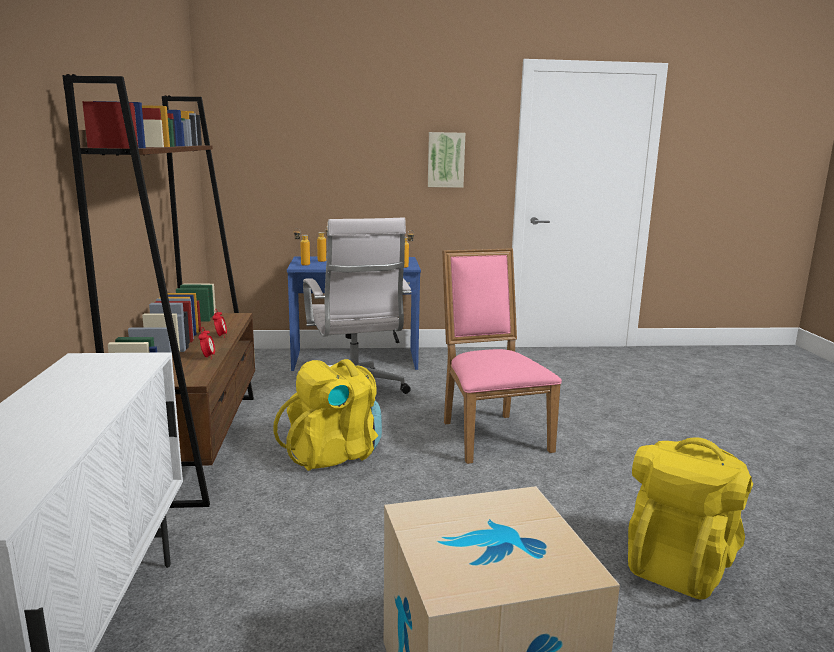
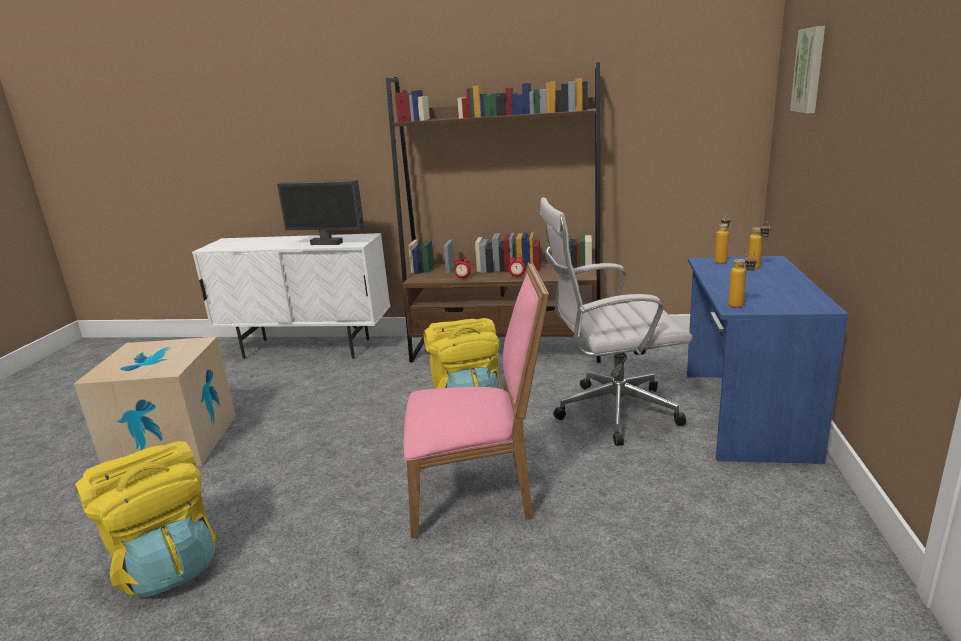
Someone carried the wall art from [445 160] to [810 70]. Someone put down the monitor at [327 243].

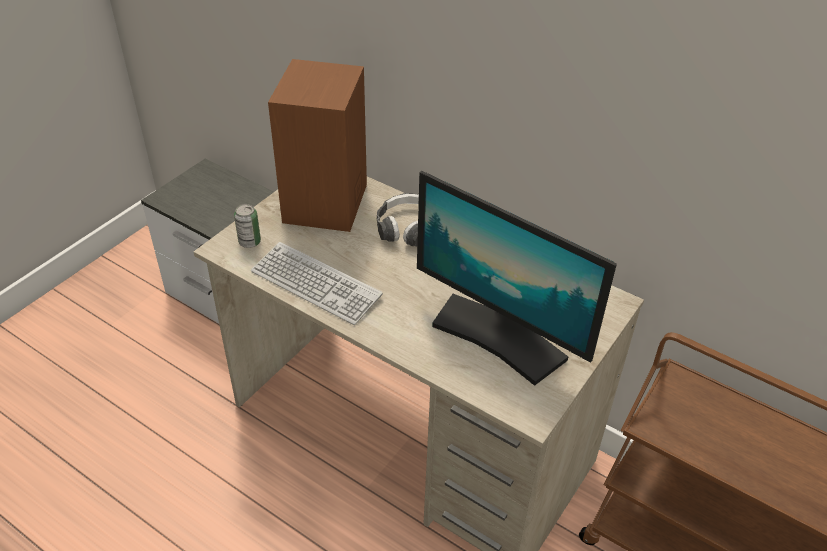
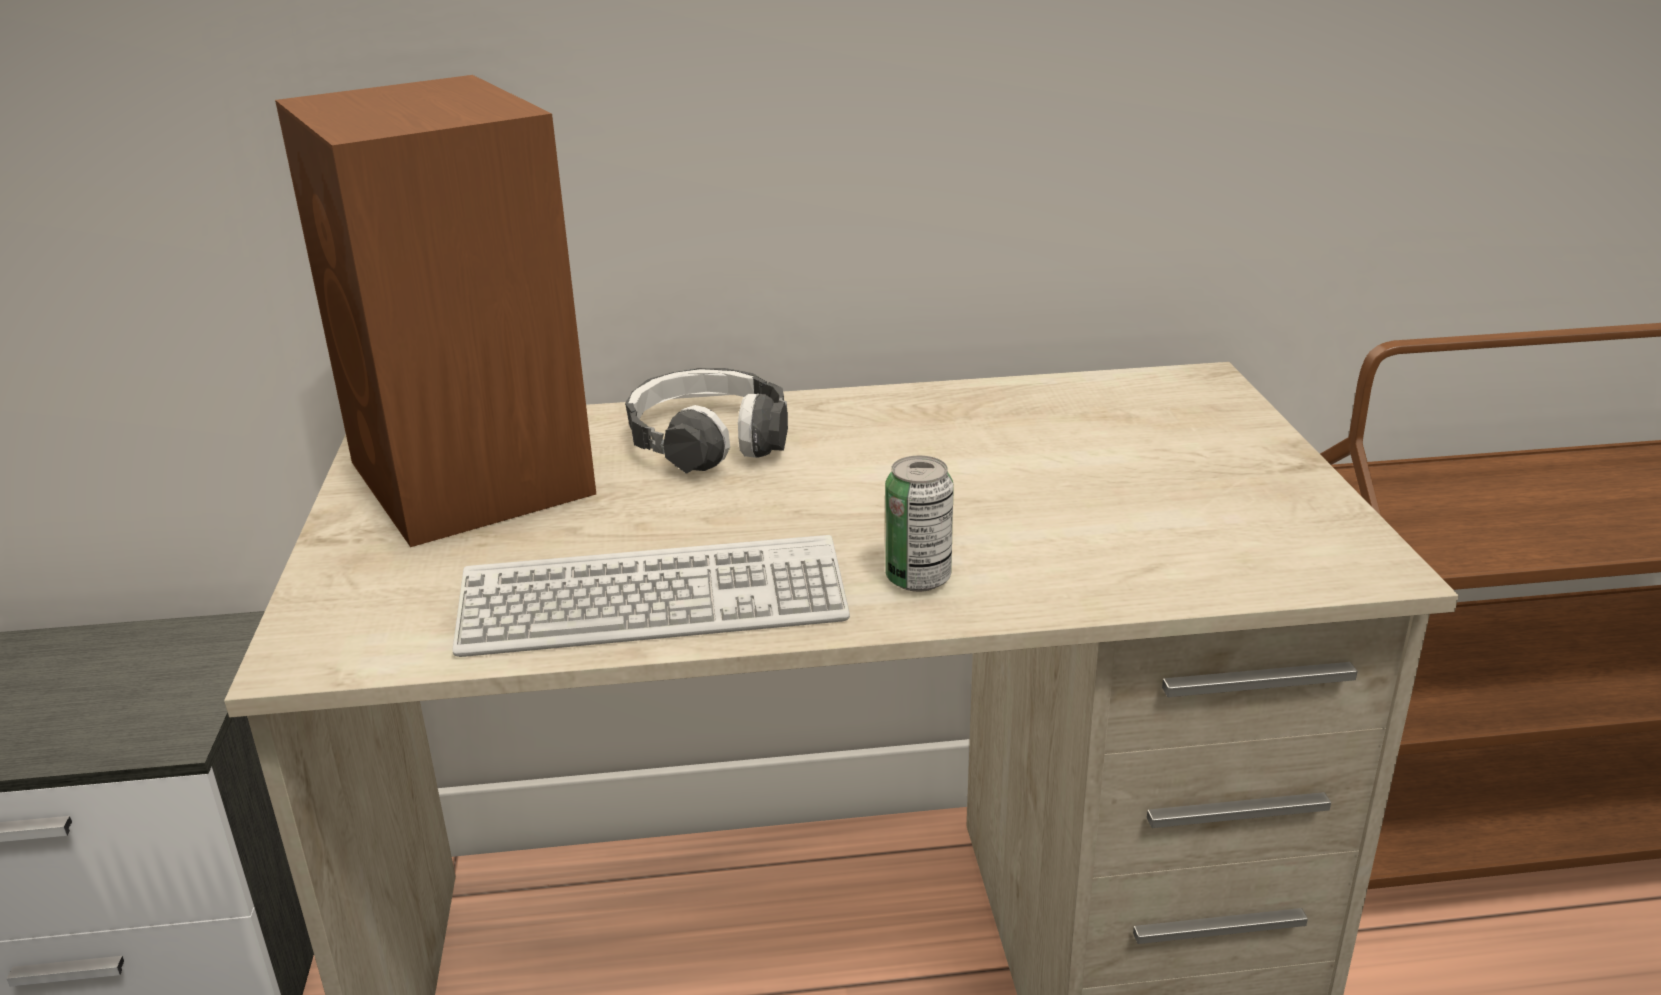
Someone took away the monitor at [499 337]. Someone carried the metal can from [249 242] to [918 578].

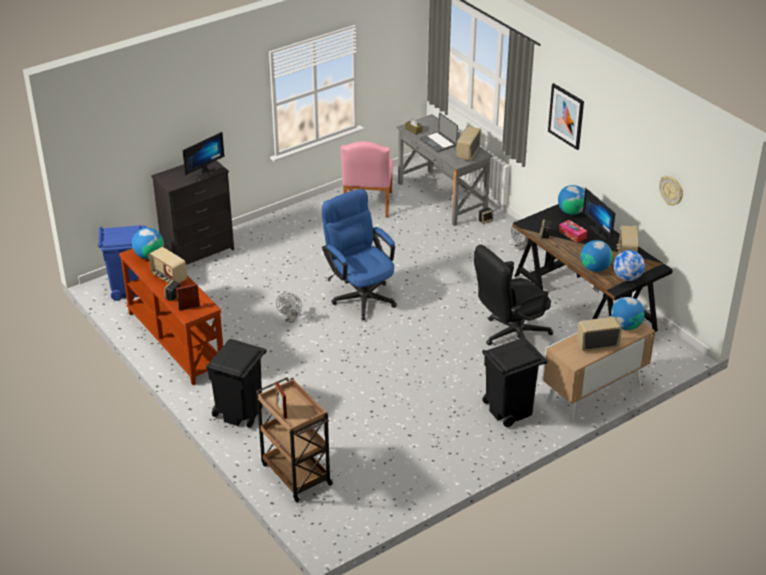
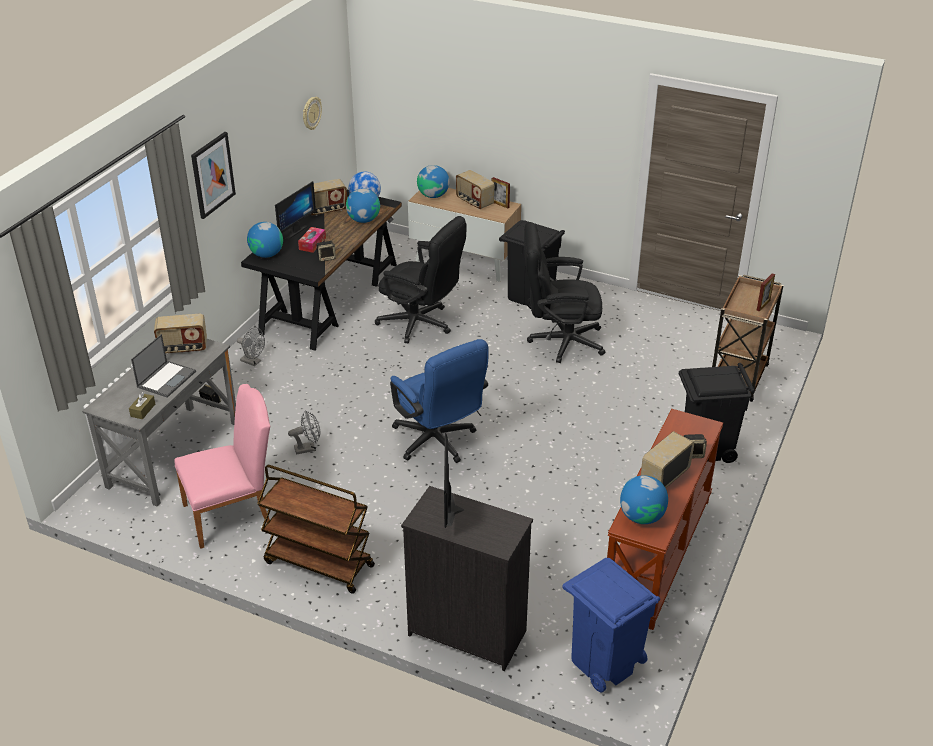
Someone rotated the monitor at [202 172] by 105 degrees counterclockwise. Someone rotated the desk chair/blue-coloured at [360 295] by 60 degrees counterclockwise. Someone rotated the radio receiver at [168 277] by 150 degrees counterclockwise. Someone carried the picture frame from [189 307] to [500 204]. Someone carried the fan/grey from [291 319] to [308 448]. Someone put down the desk chair/blackish at [559 341]. Someone put down the cart/brownish at [318 564].

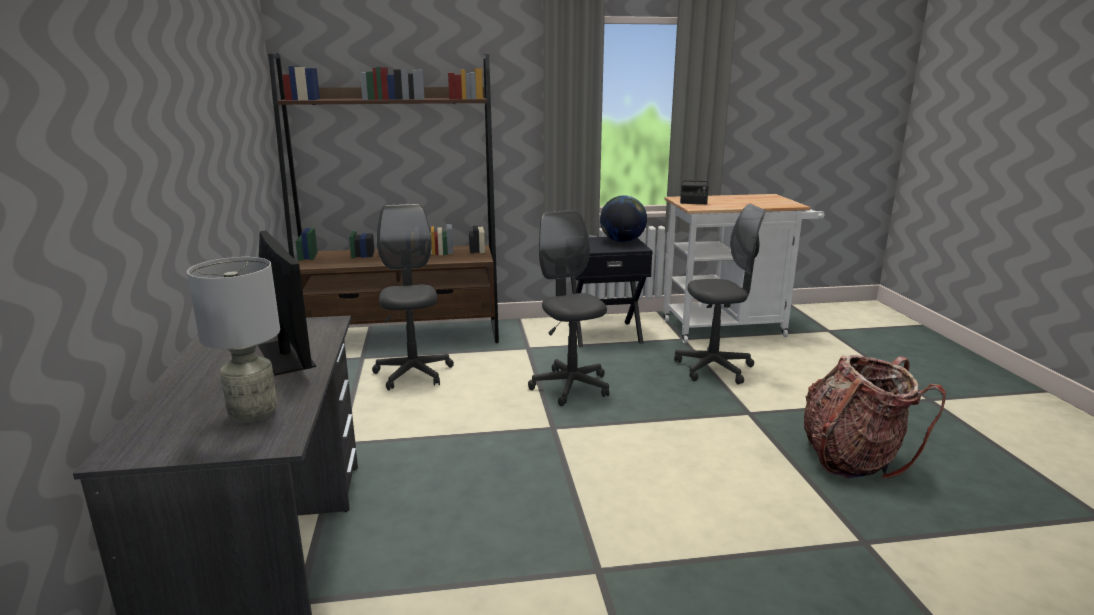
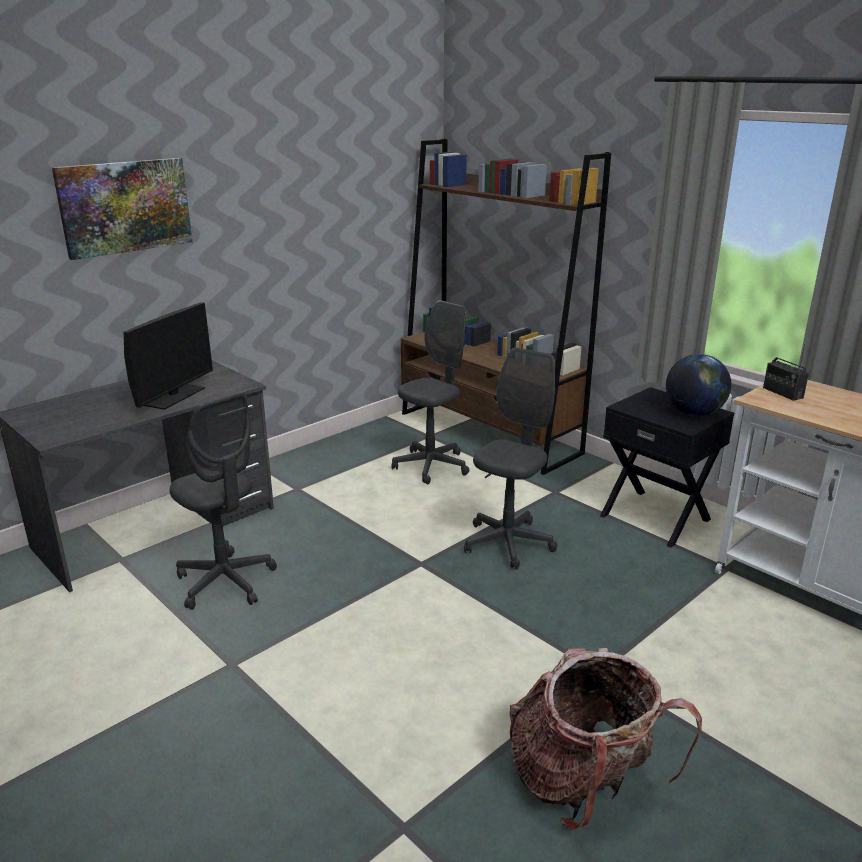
Someone carried the desk chair/grey from [714 368] to [226 582]. Someone took away the tabletop lamp/grey at [254 414]. Someone put up the wall art at [125 206].

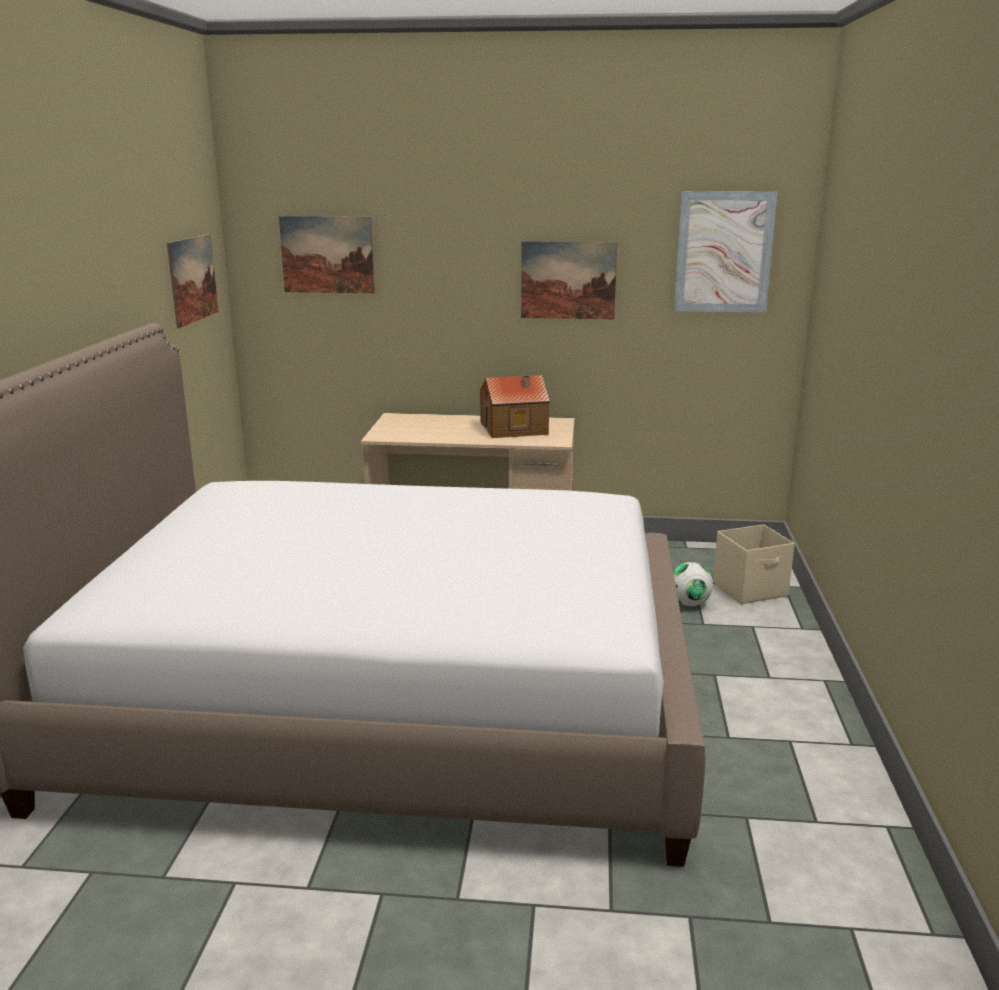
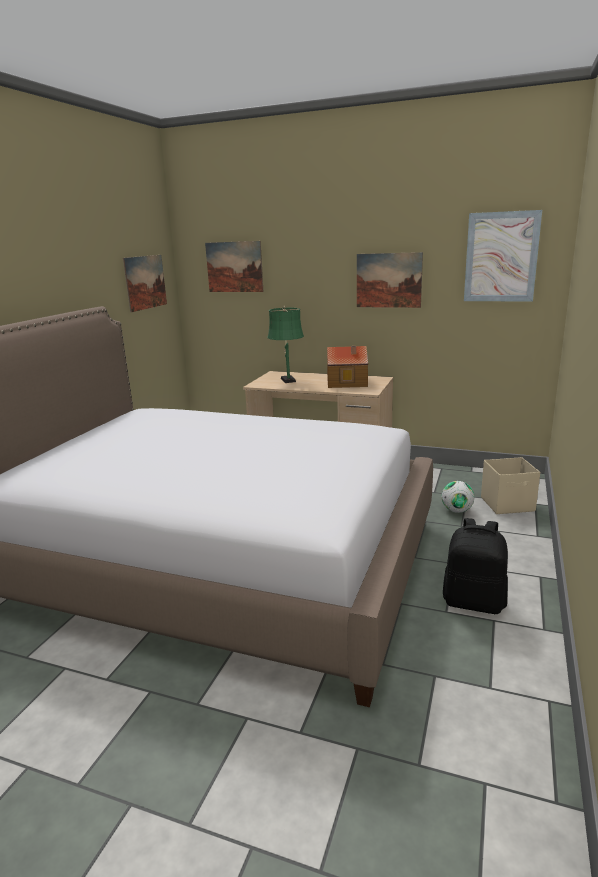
Someone put down the tabletop lamp/green at [287 379]. Someone put down the backpack/blackish at [474 602].

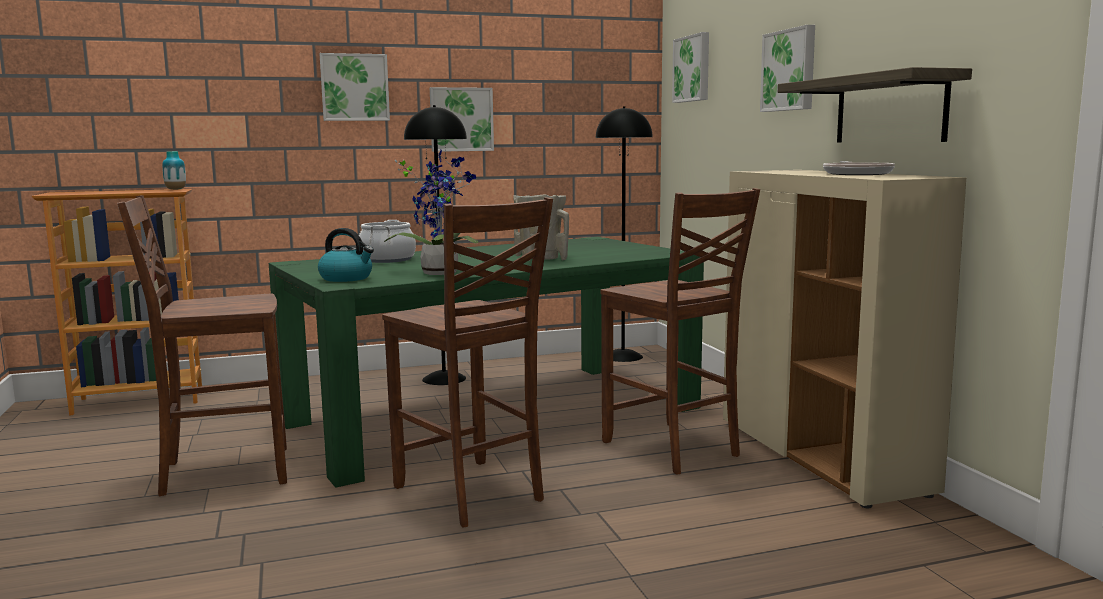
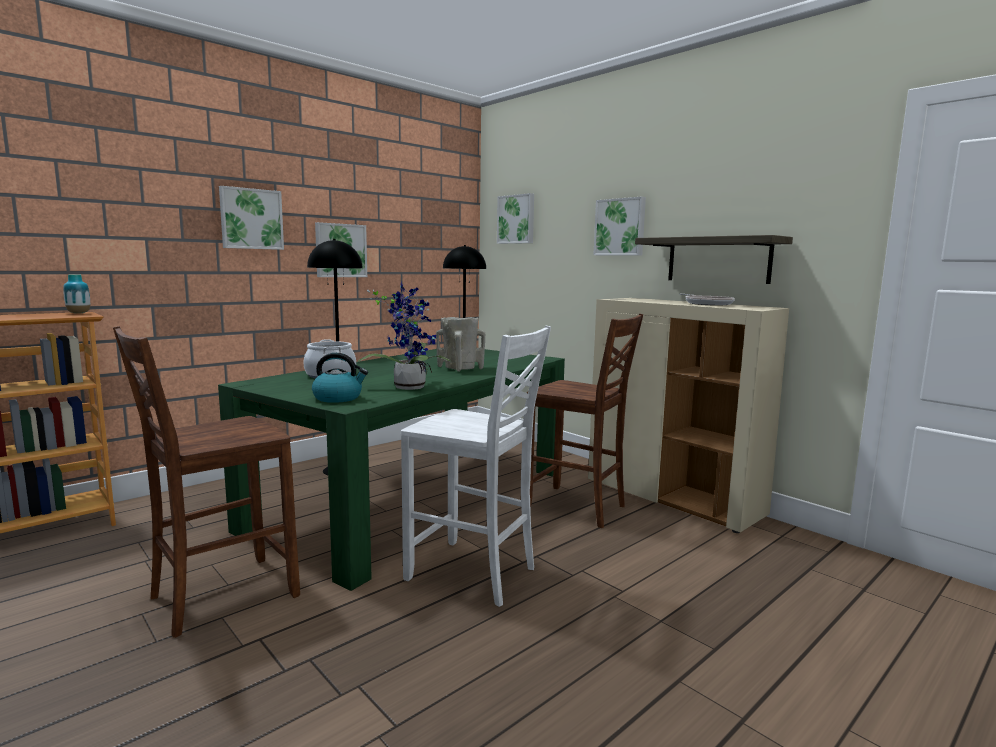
Someone repainted the upright chair/brownish at [470 494], which became the upright chair/whitish at [473 574].

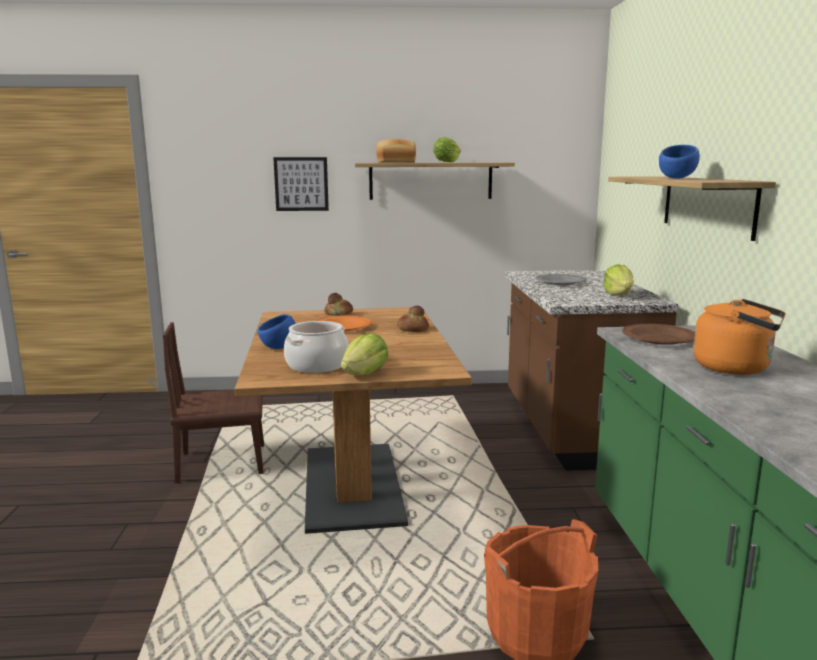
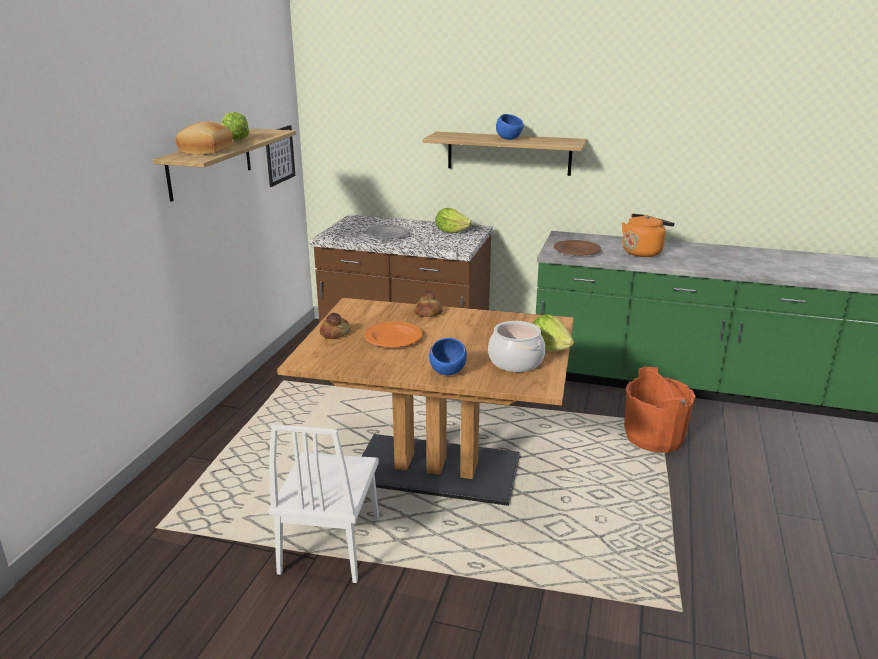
Someone carried the wall art from [301 184] to [279 155]. Someone repainted the upright chair/brownish at [222 463], which became the upright chair/whitish at [330 544].

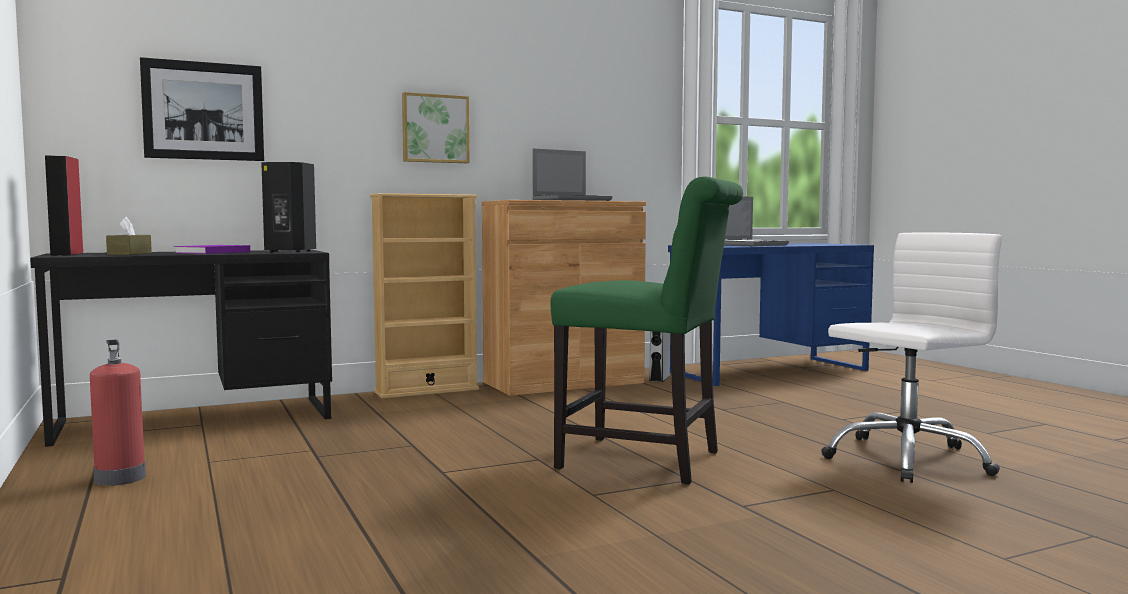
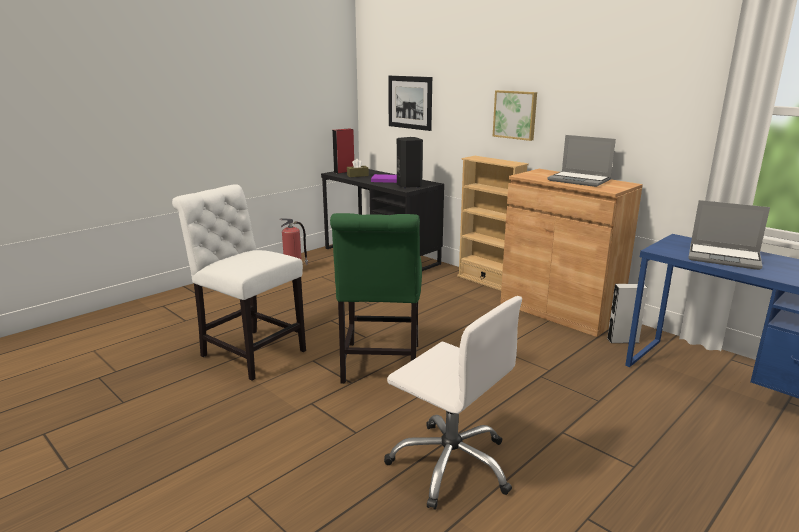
Someone put down the upright chair/whitish at [249 352].

